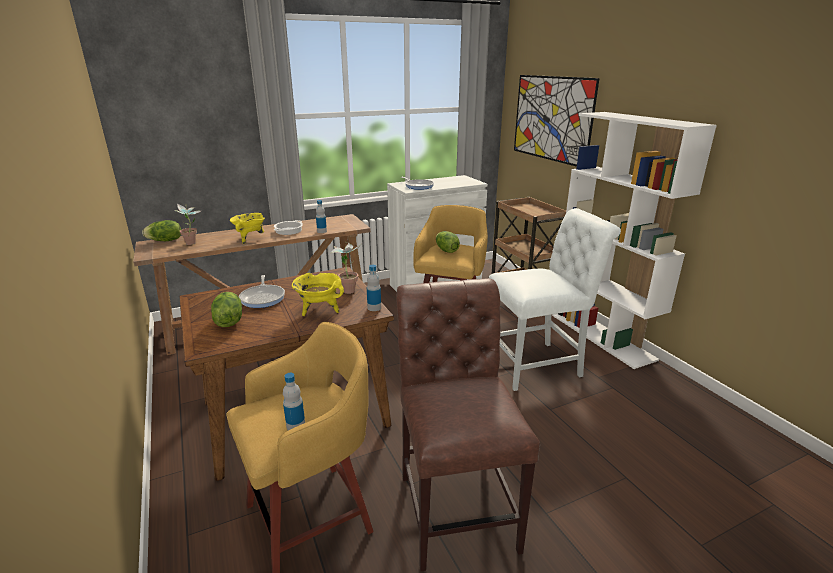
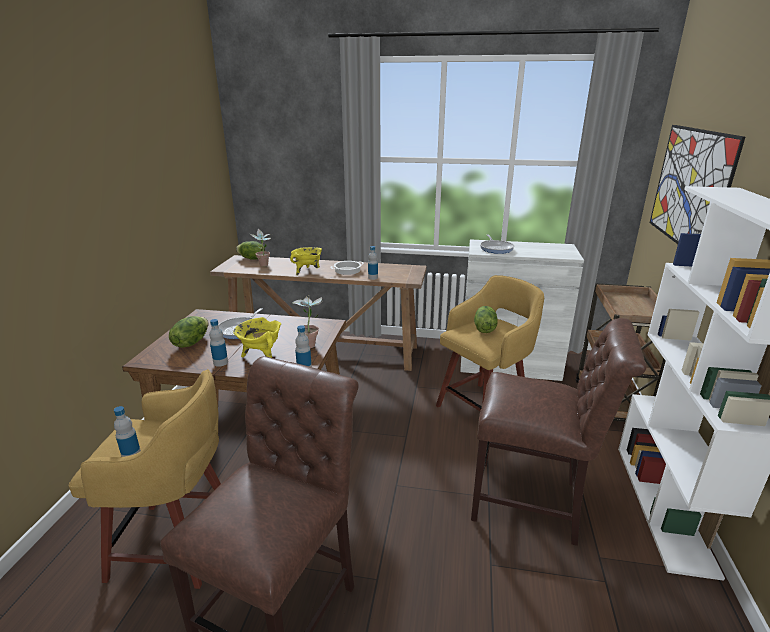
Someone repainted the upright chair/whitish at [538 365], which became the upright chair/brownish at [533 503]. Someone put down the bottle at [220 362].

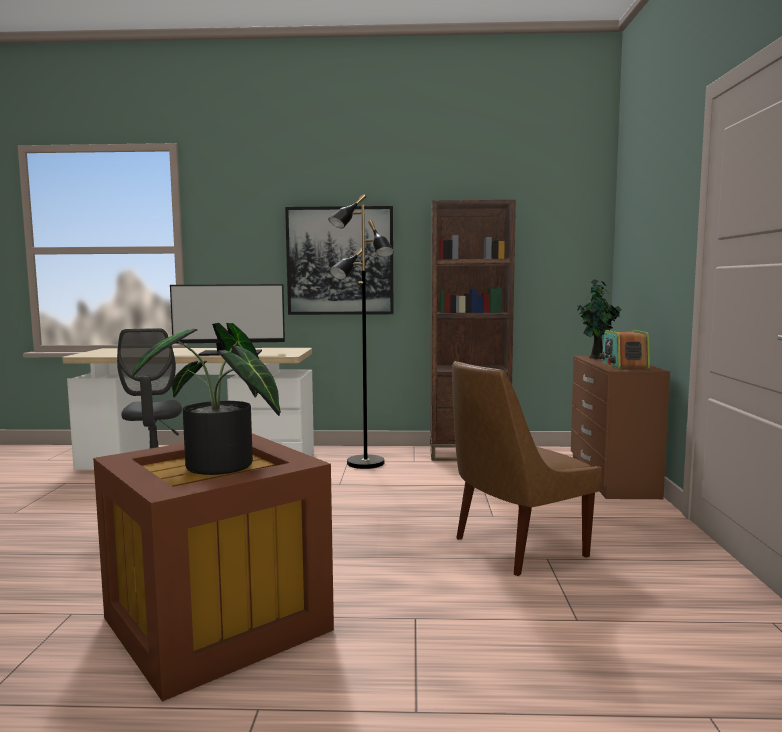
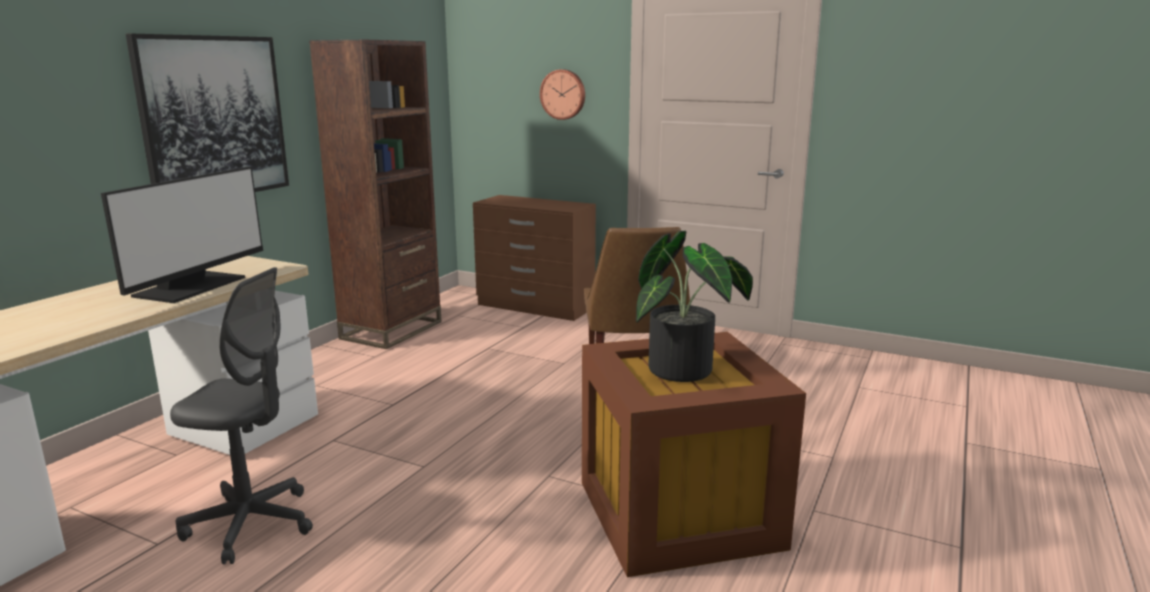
Someone took away the standing lamp/blackish at [365 463]. Someone took away the houseplant at [597 358]. Someone took away the radio receiver at [624 365]. Someone put up the wall clock at [563 94].

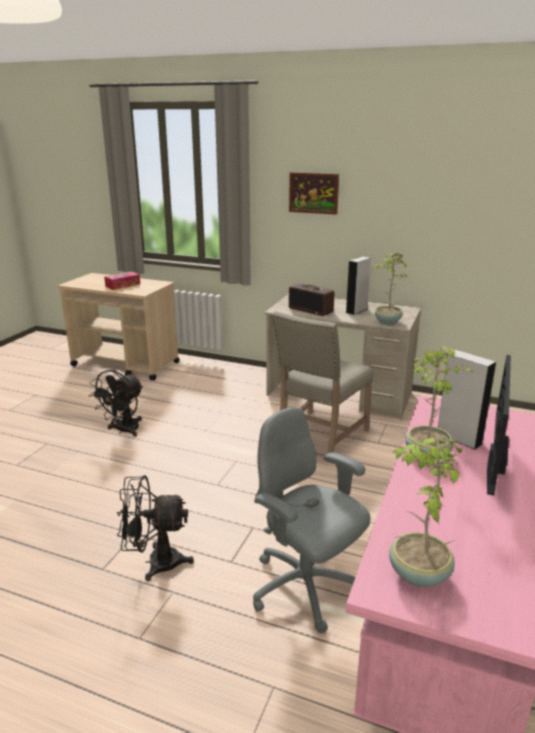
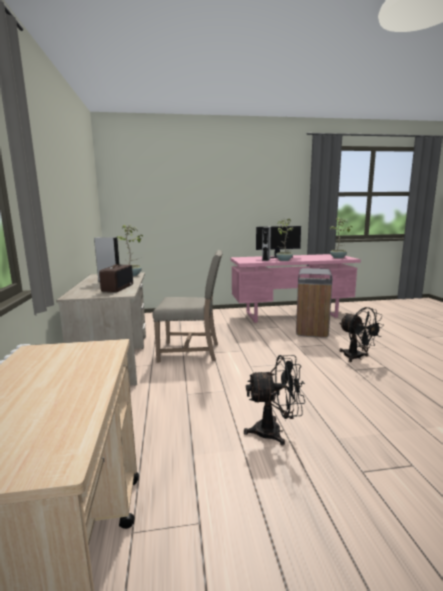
Someone took away the wall art at [313 193]. Someone took away the tissue box at [123 285]. Someone swapped the desk chair/grey at [305 588] for the waste bin/grey at [311 331].

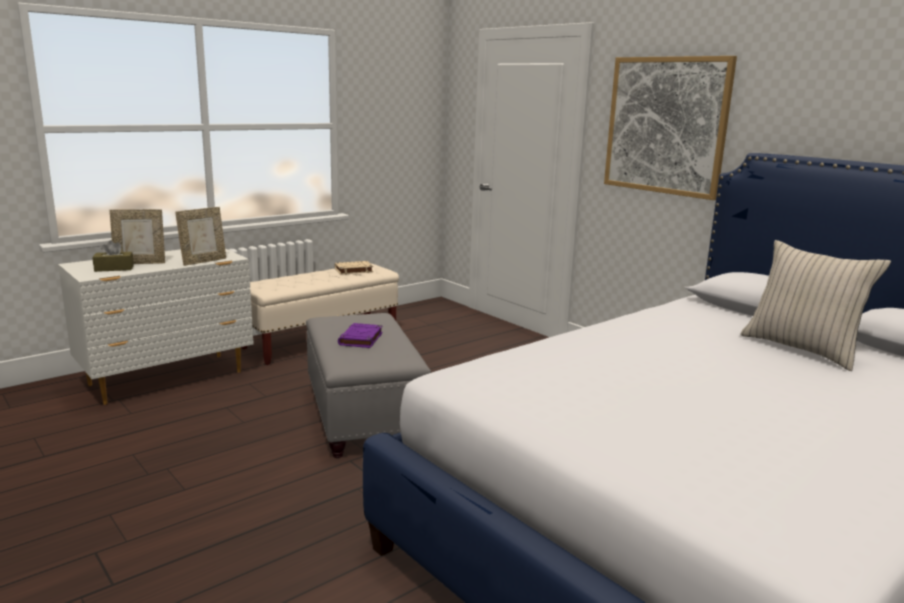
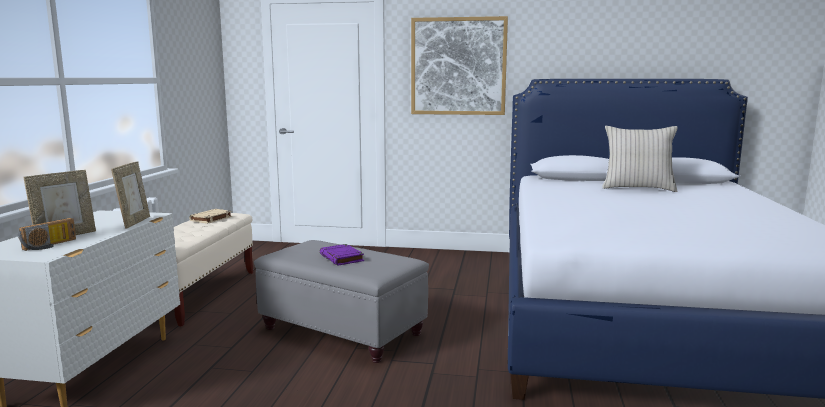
Someone swapped the tissue box/brownish at [114 268] for the radio receiver at [50 245].

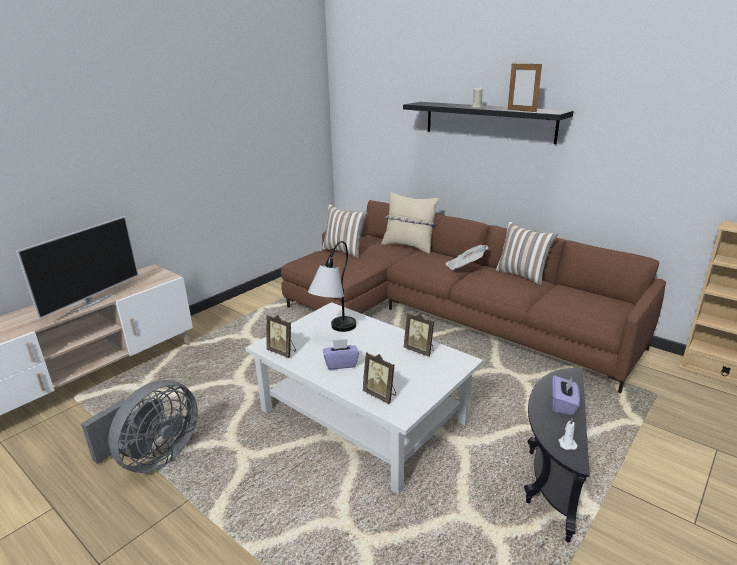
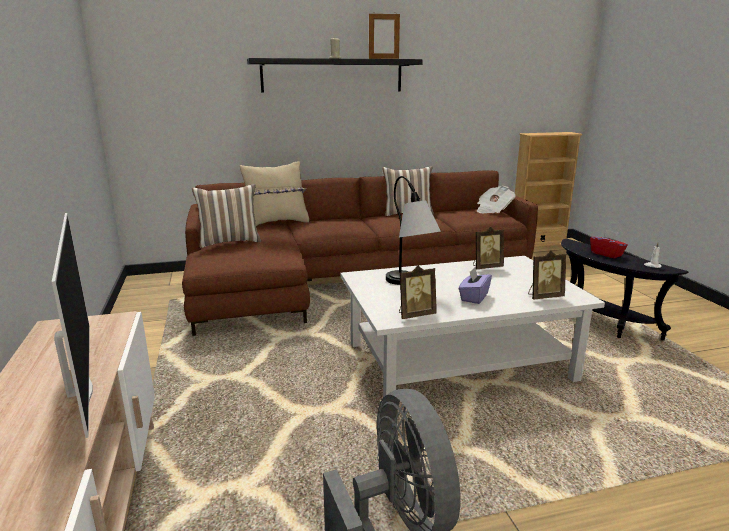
Someone carried the daily paper from [465 267] to [493 210]. Someone repainted the tissue box/purple at [563 405], which became the tissue box/reddish at [606 254].

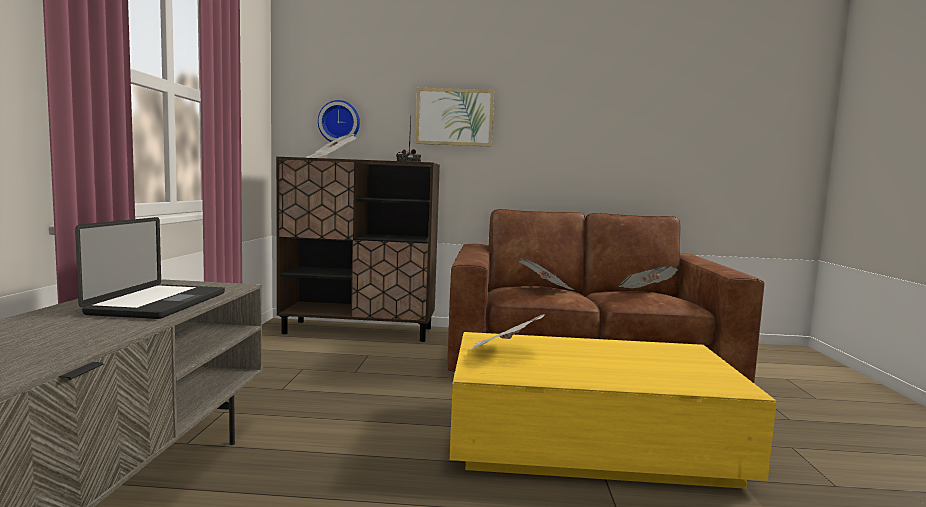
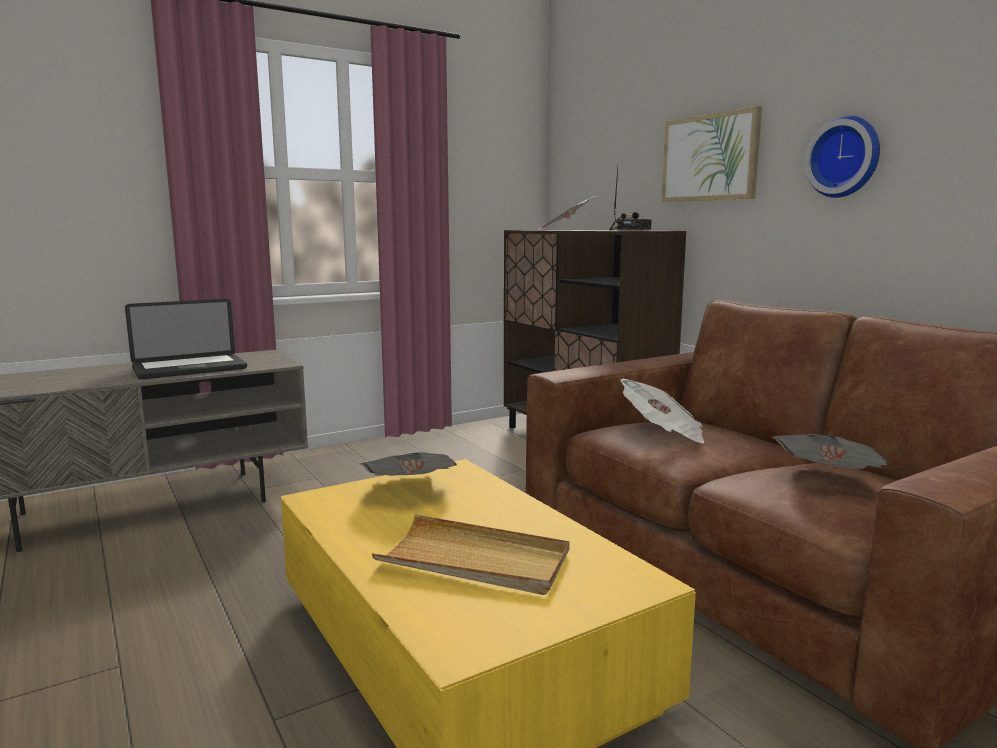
Someone carried the wall clock from [339 122] to [845 157]. Someone put down the tray/beige at [474 561].

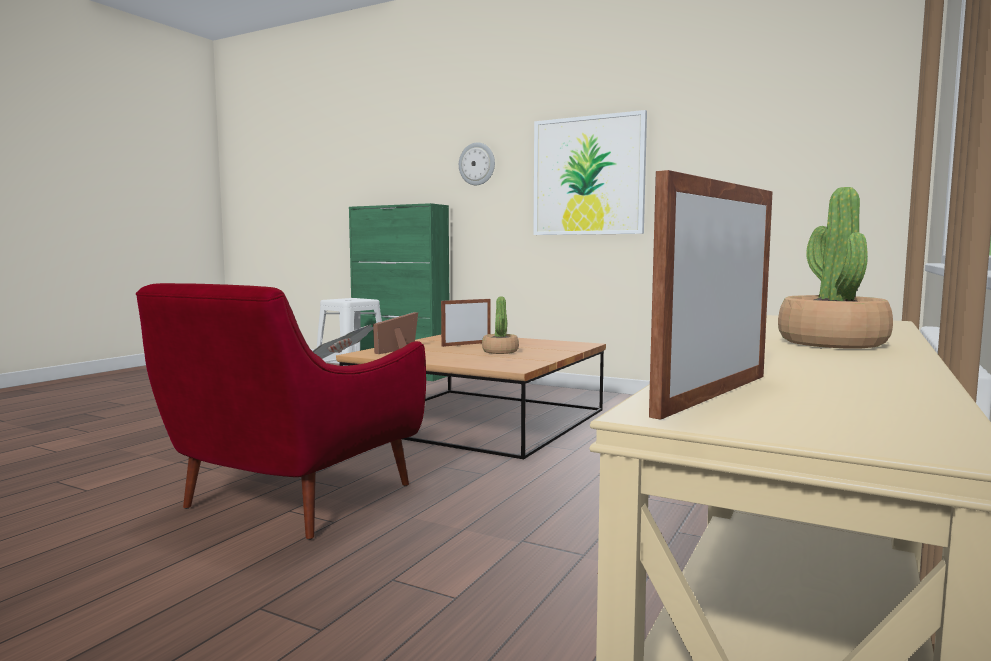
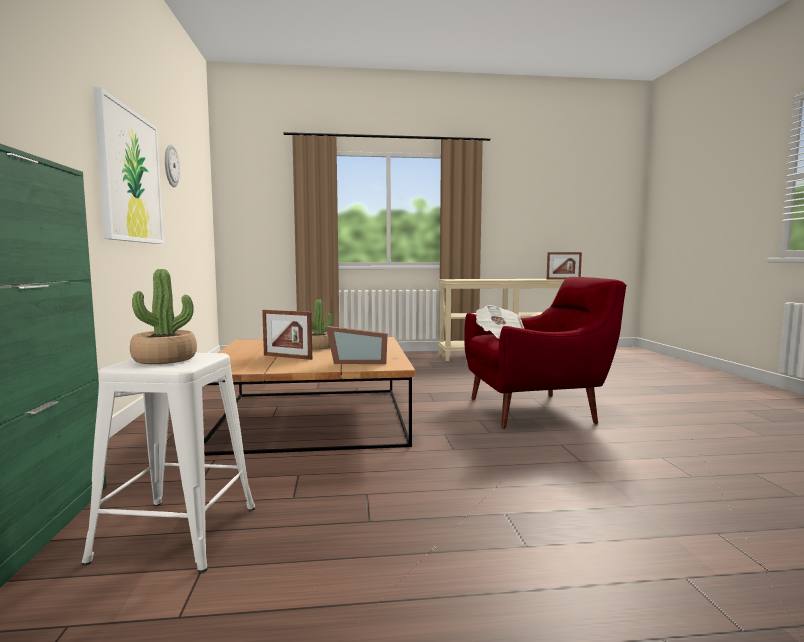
Someone carried the wall clock from [477 164] to [170 166]. Someone carried the houseplant from [831 342] to [164 359].

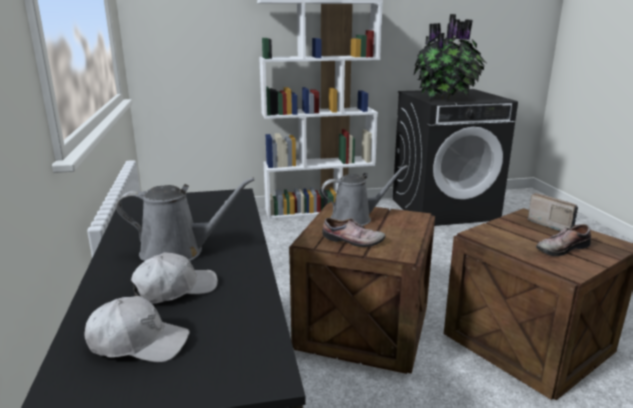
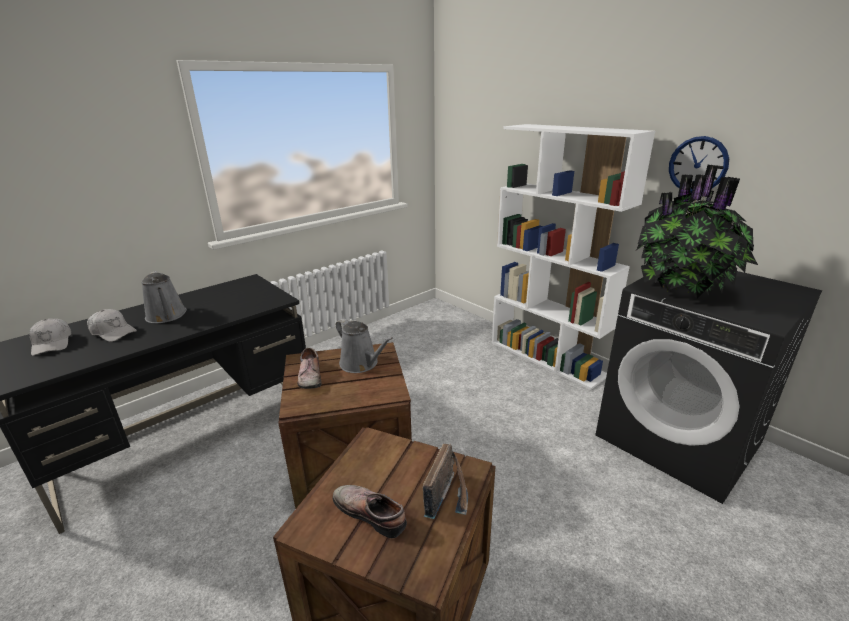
Someone put up the wall clock at [698 165].

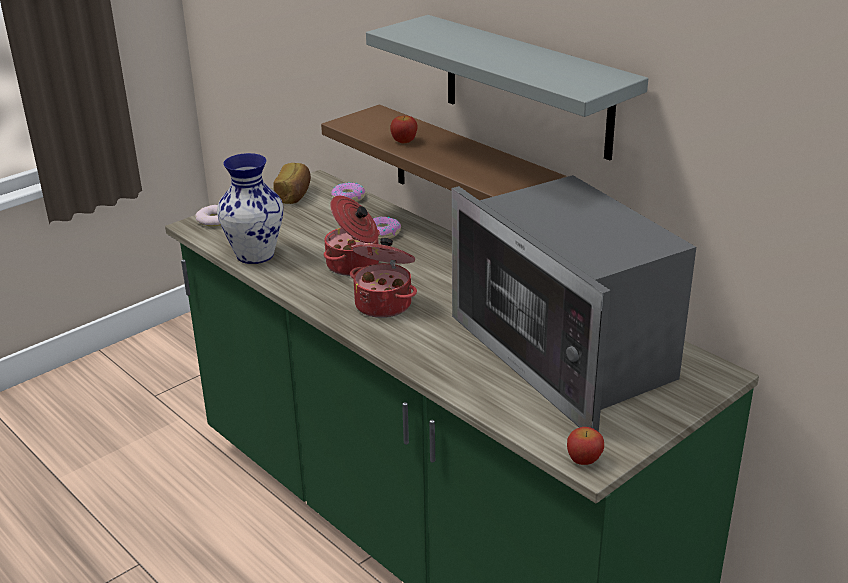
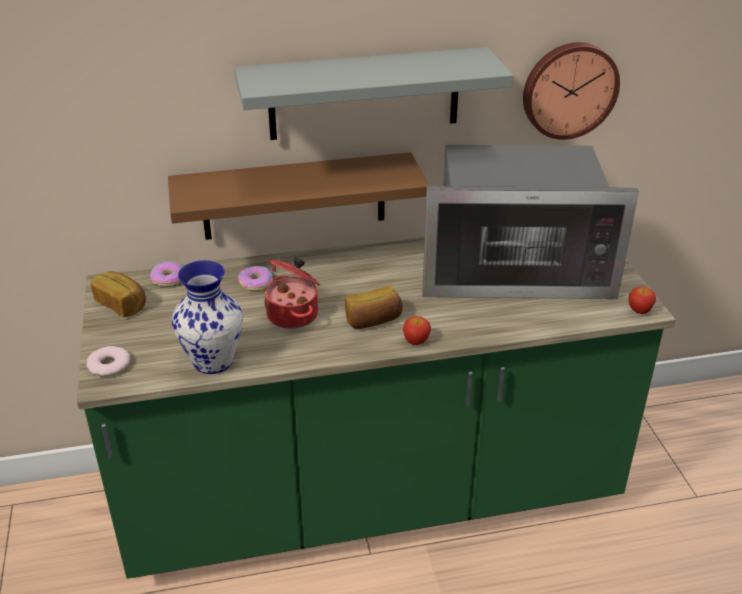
Someone carried the whole apple from [404 141] to [416 341]. Someone swapped the saucepot at [384 304] for the bakery bread at [373 320]. Someone put up the wall clock at [569 89].

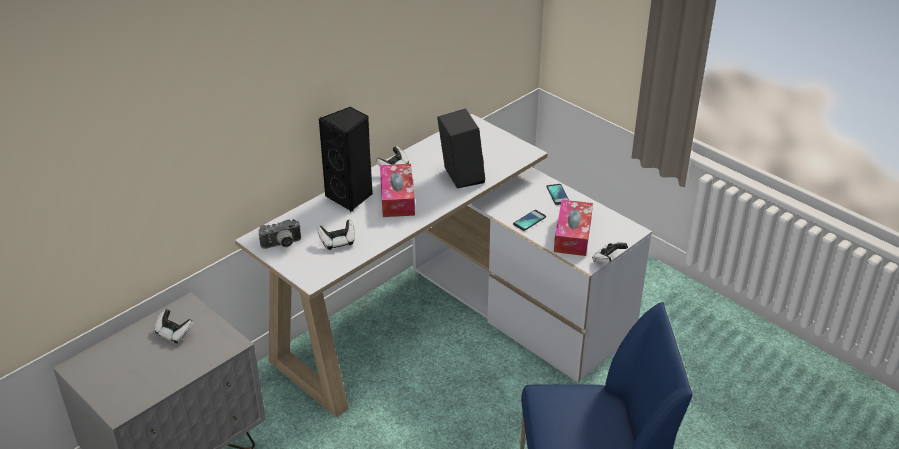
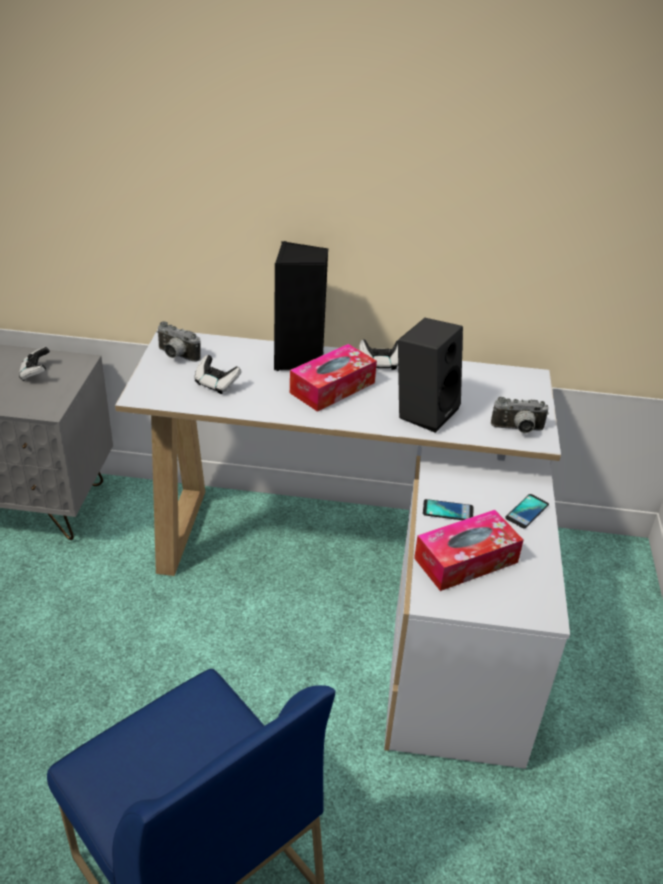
Someone took away the joypad at [608 259]. Someone put down the still camera at [518 430].

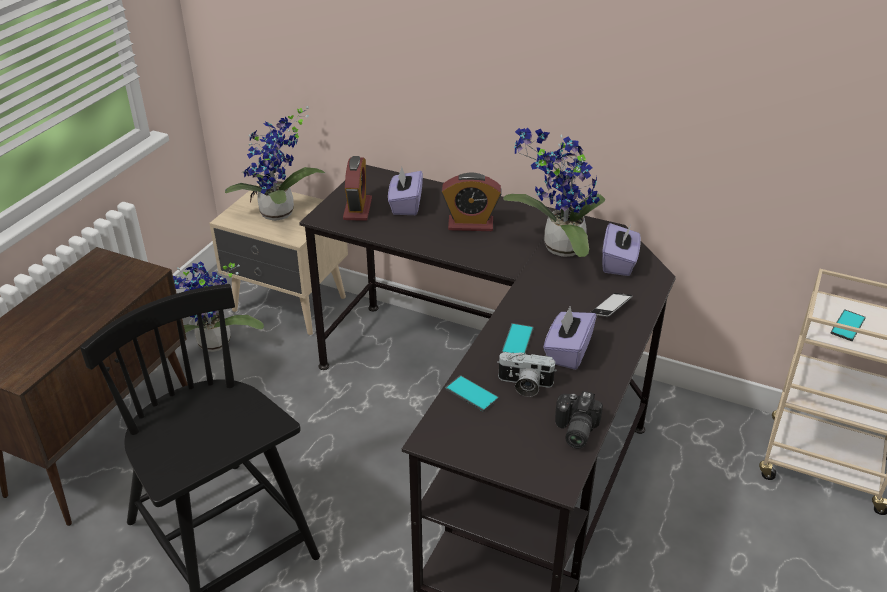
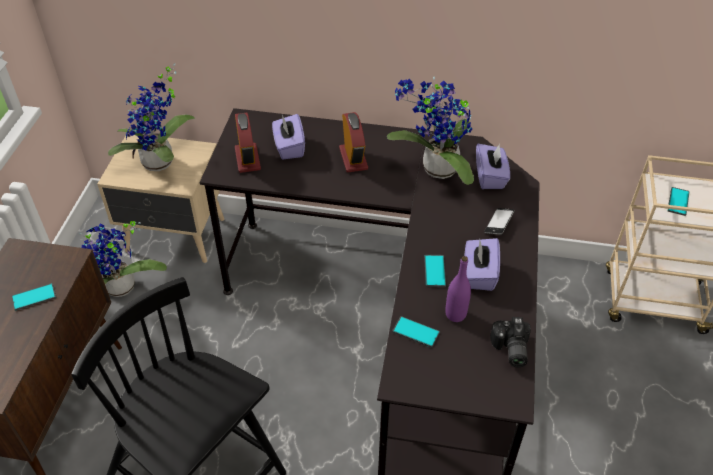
Someone rotated the alarm clock at [470 224] by 90 degrees counterclockwise. Someone swapped the still camera at [524 385] for the bottle/purple at [455 314]. Someone put down the handset at [34 297].

